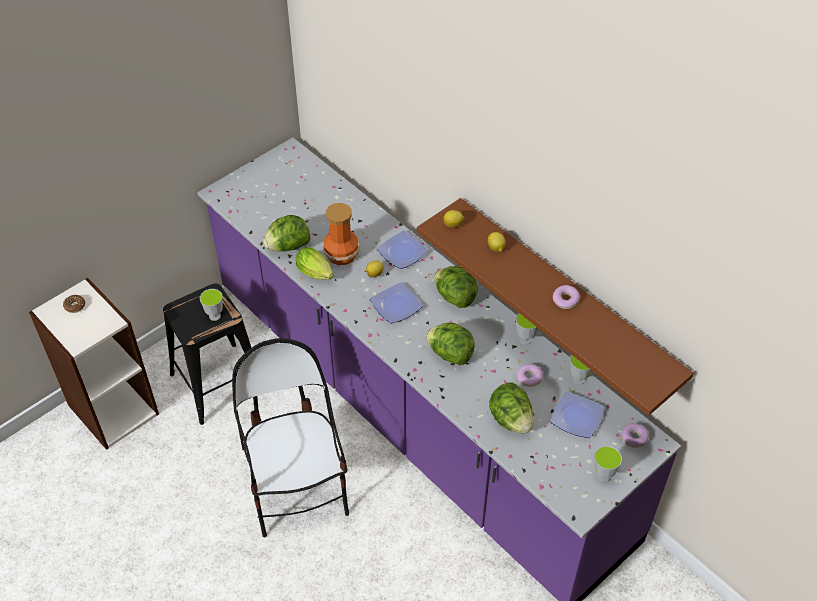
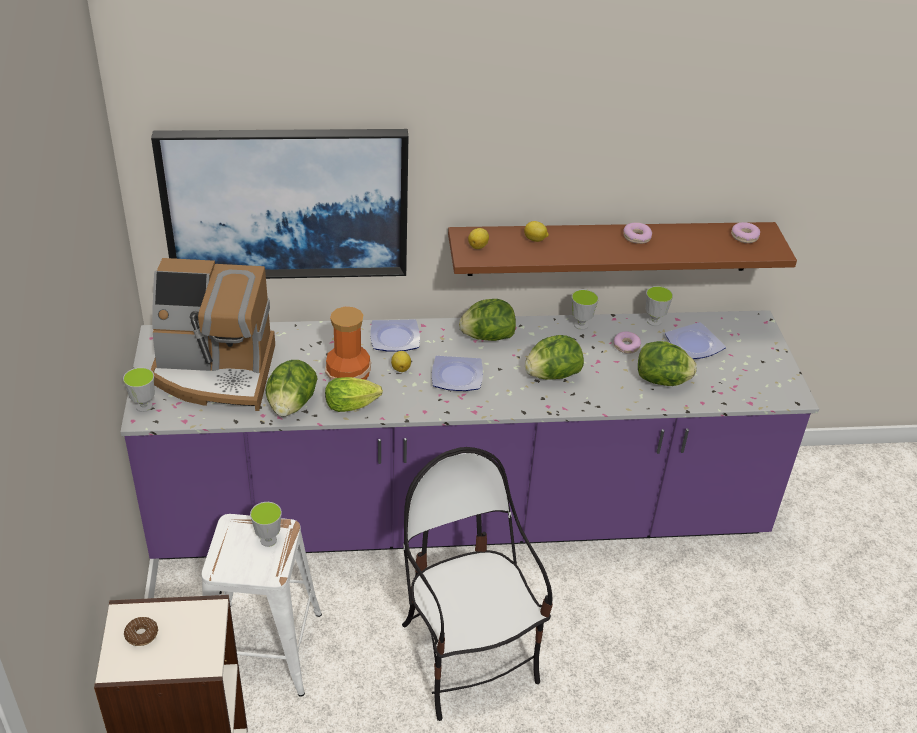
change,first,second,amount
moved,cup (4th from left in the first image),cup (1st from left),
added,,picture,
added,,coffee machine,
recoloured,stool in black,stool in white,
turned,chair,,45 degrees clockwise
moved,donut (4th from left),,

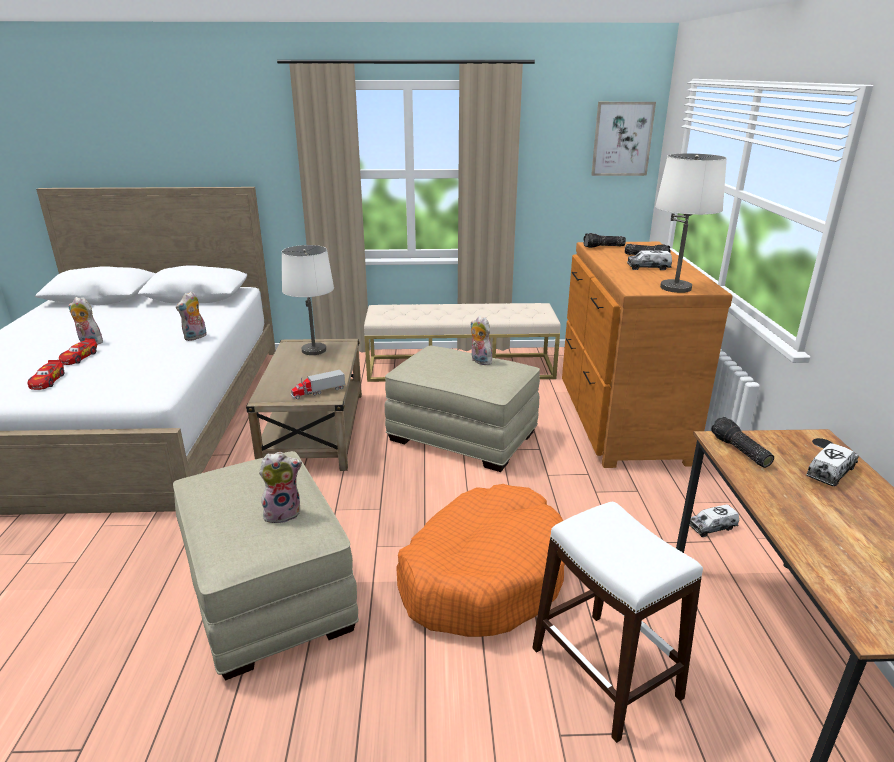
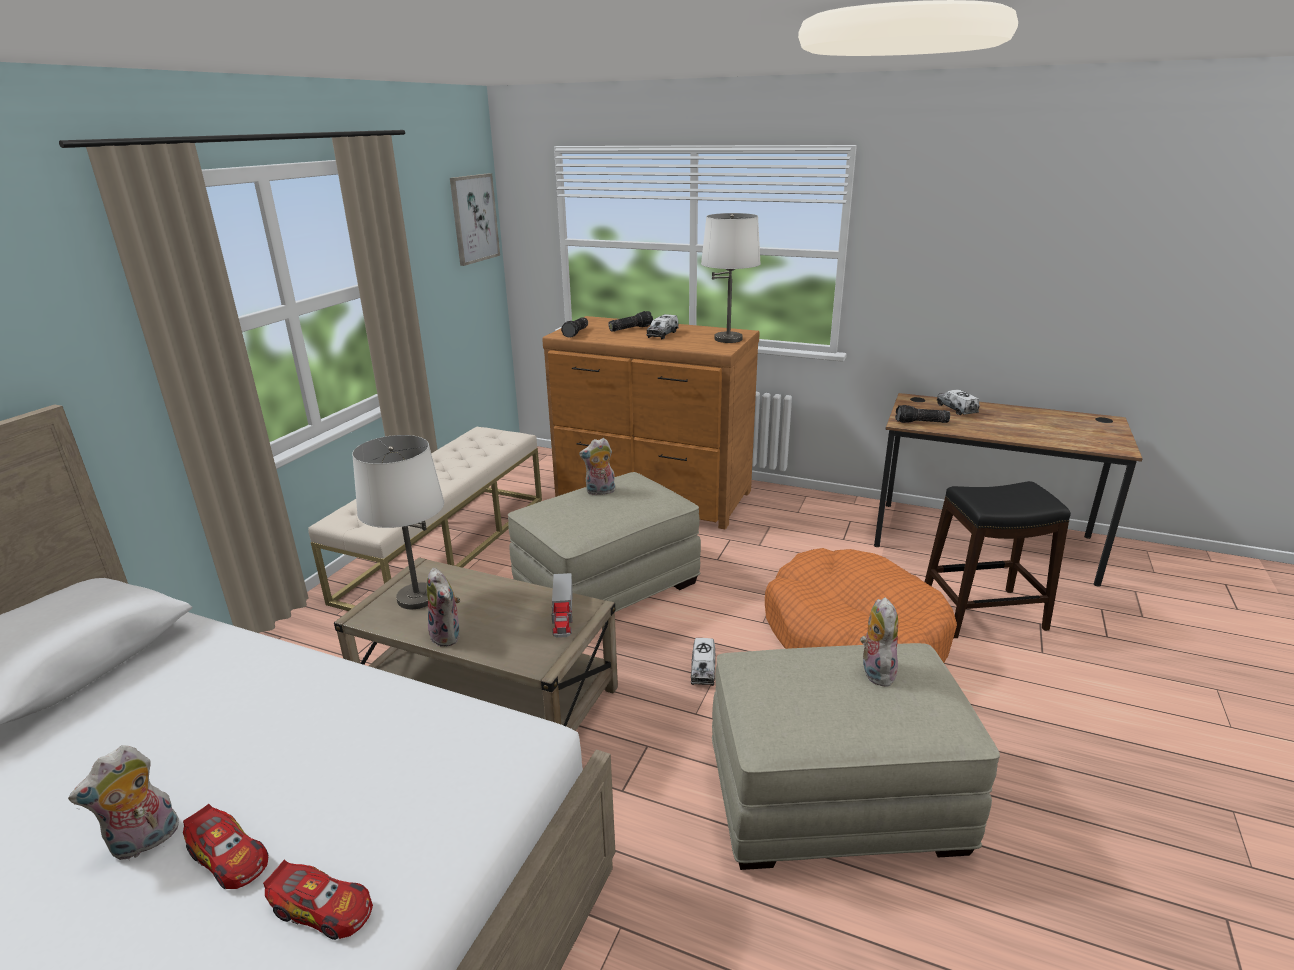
change,first,second,amount
moved,plush toy (2nd from left),,
moved,toy truck (3rd from left),,
recoloured,stool in white,stool in black,

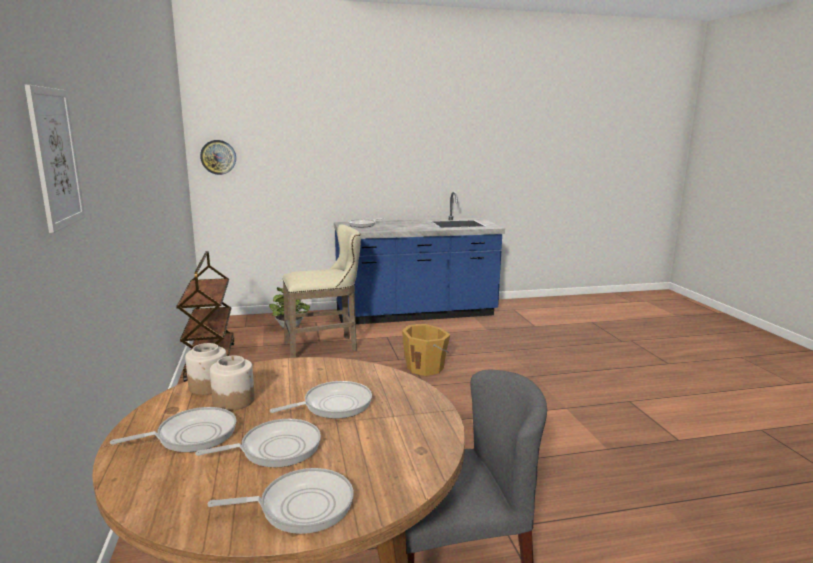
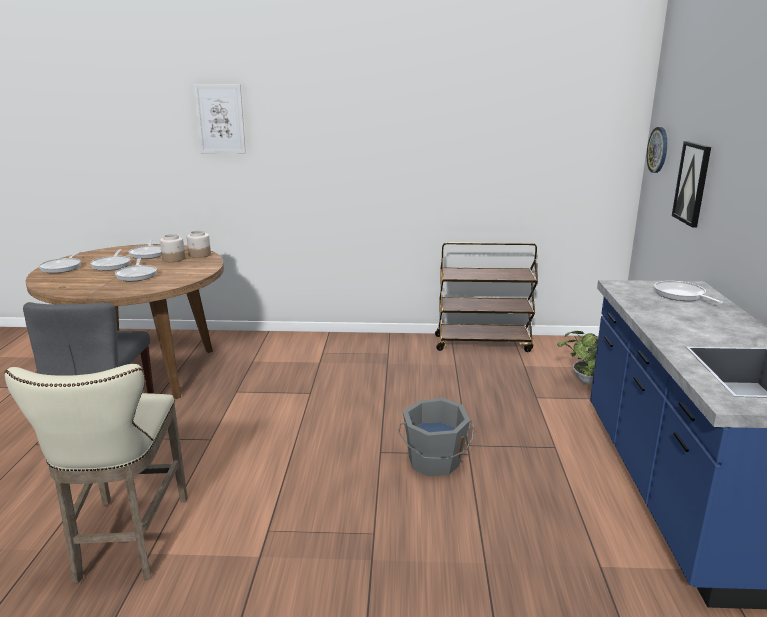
change,first,second,amount
moved,stool in beige,,
recoloured,bucket in orange,bucket in grey,
added,,picture (2nd from left),

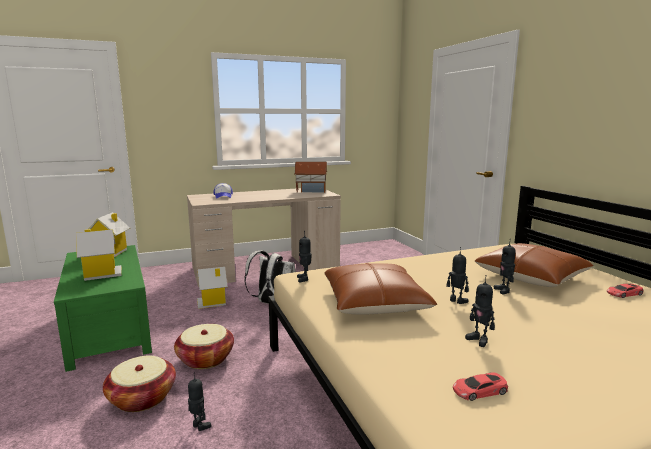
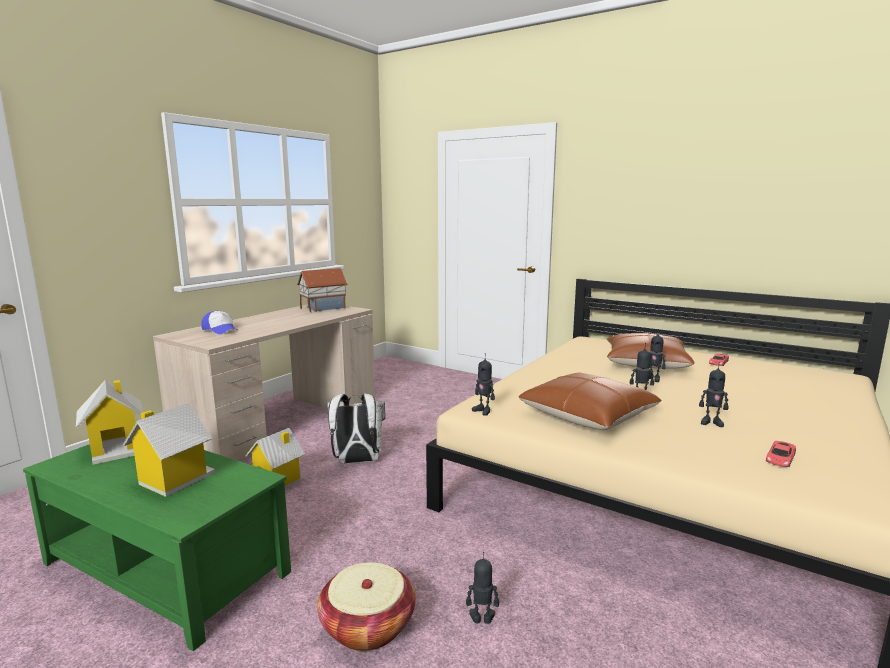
change,first,second,amount
removed,basket (2nd from left),,

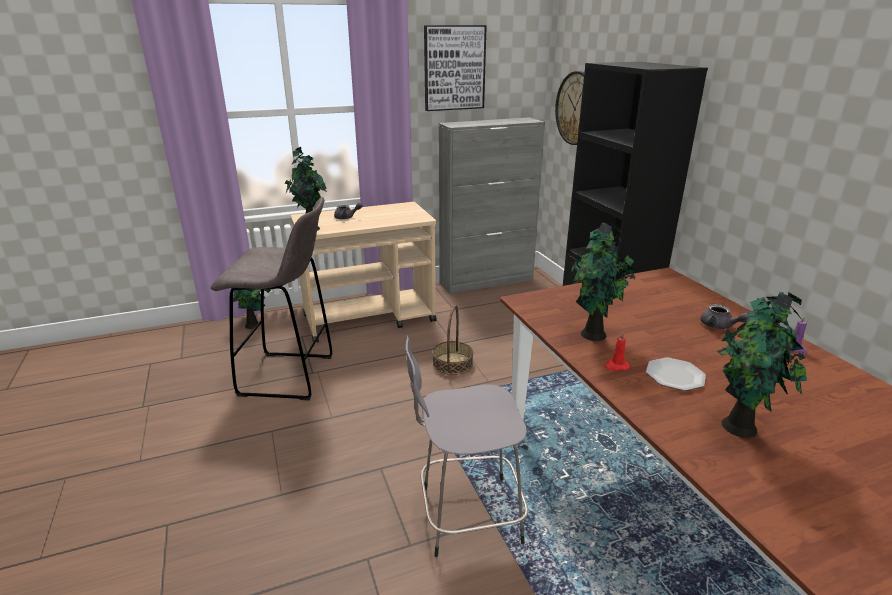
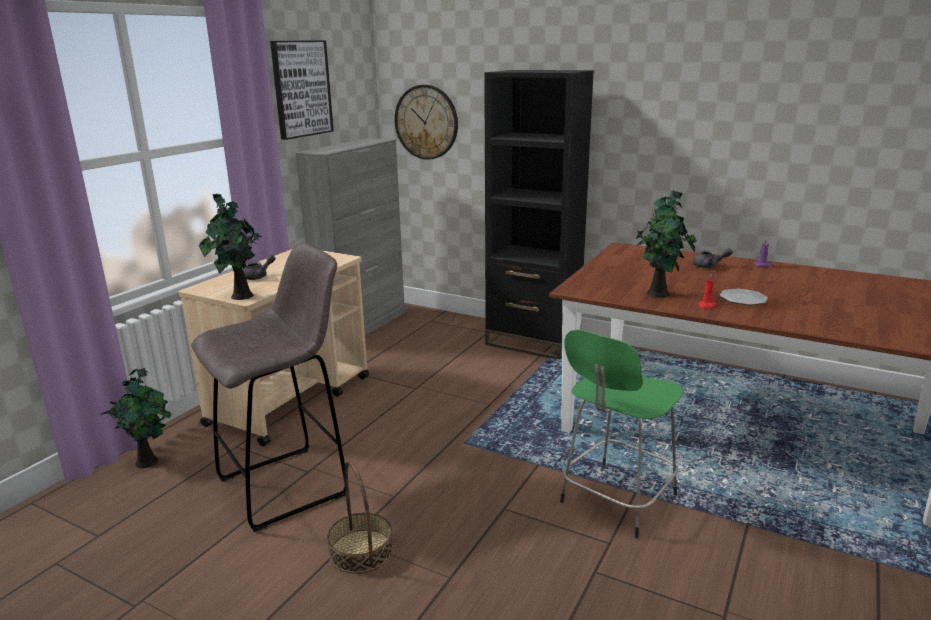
change,first,second,amount
moved,basket,,
recoloured,stool in grey (2nd from left),stool in green,
removed,potted plant (4th from left),,

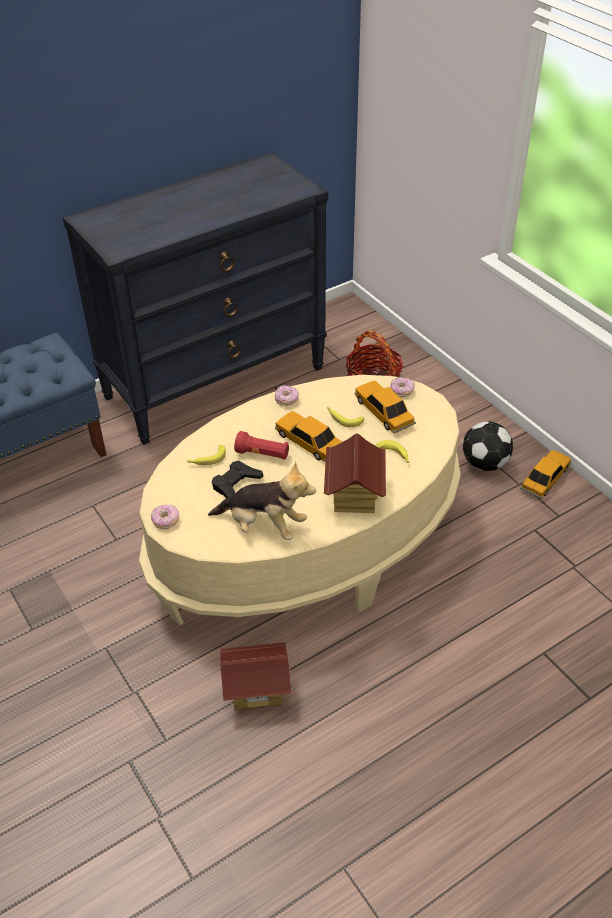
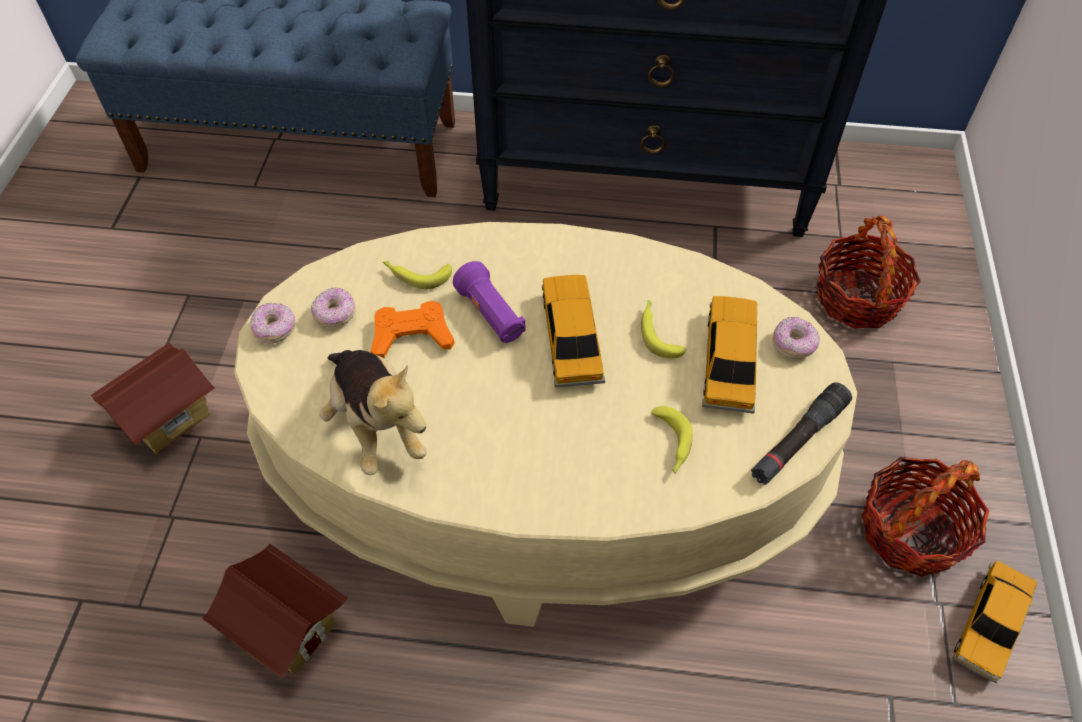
change,first,second,amount
moved,toy house (2nd from left in the first image),toy house (1st from left),
moved,donut (2nd from left),,
recoloured,game controller in black,game controller in orange,
recoloured,flashlight in red,flashlight in purple,
added,,flashlight in black,
replaced,football,basket (2nd from left),
turned,toy car (3rd from left),,135 degrees clockwise

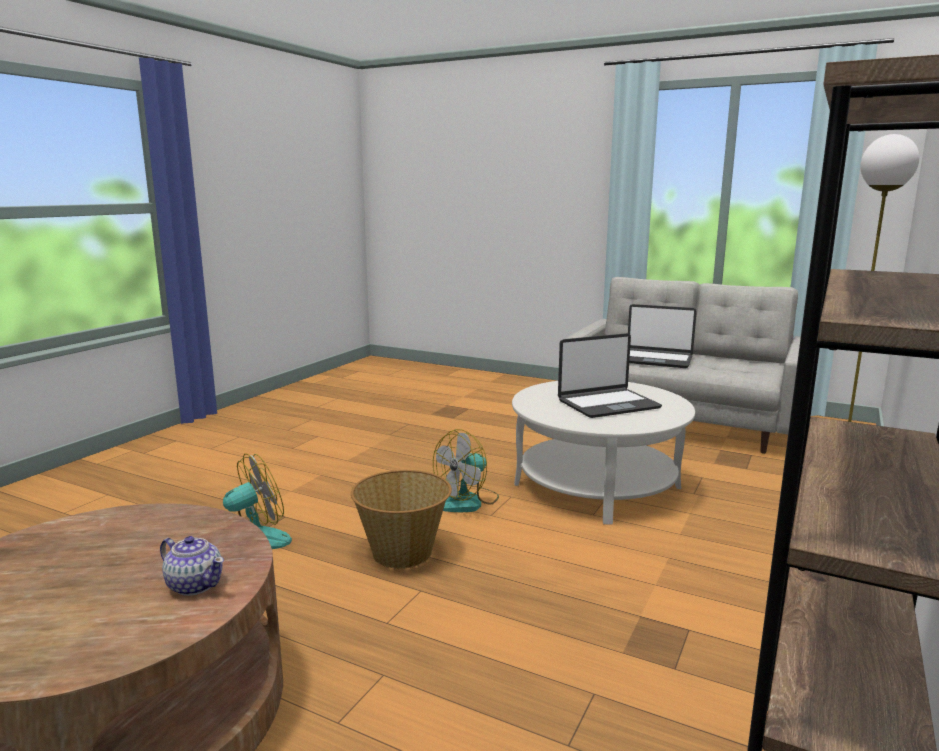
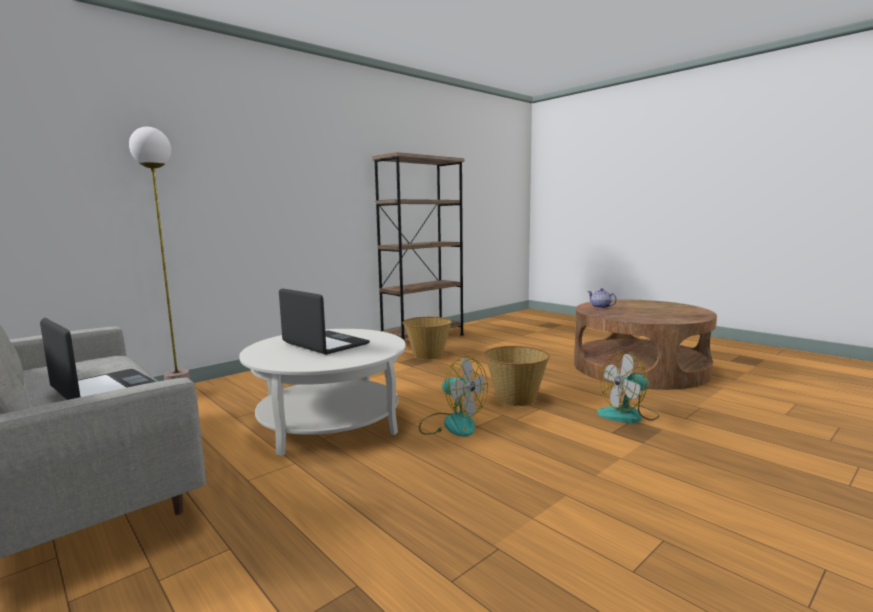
change,first,second,amount
turned,laptop (1st from left in the first image),laptop (2nd from left),45 degrees clockwise
added,,basket (1st from left),
turned,fan (2nd from left in the first image),fan (1st from left),60 degrees clockwise

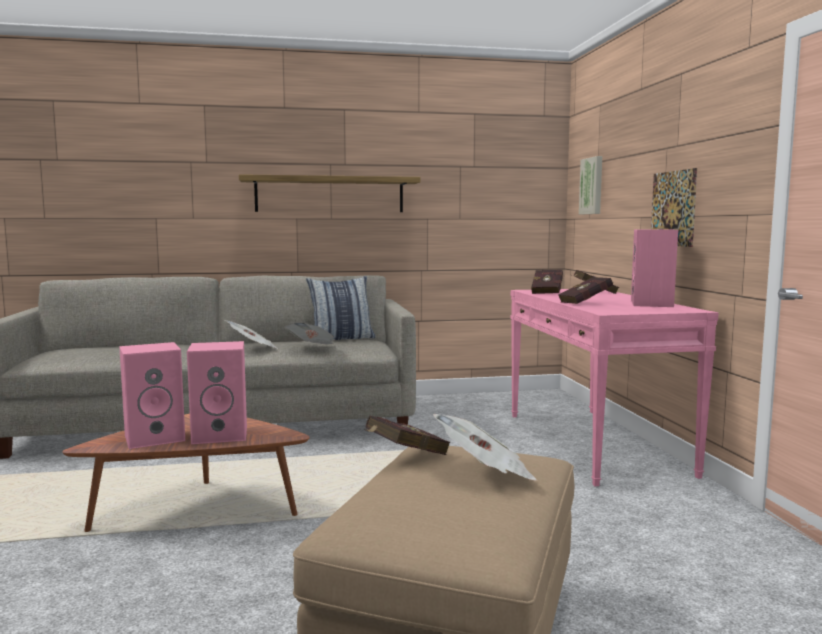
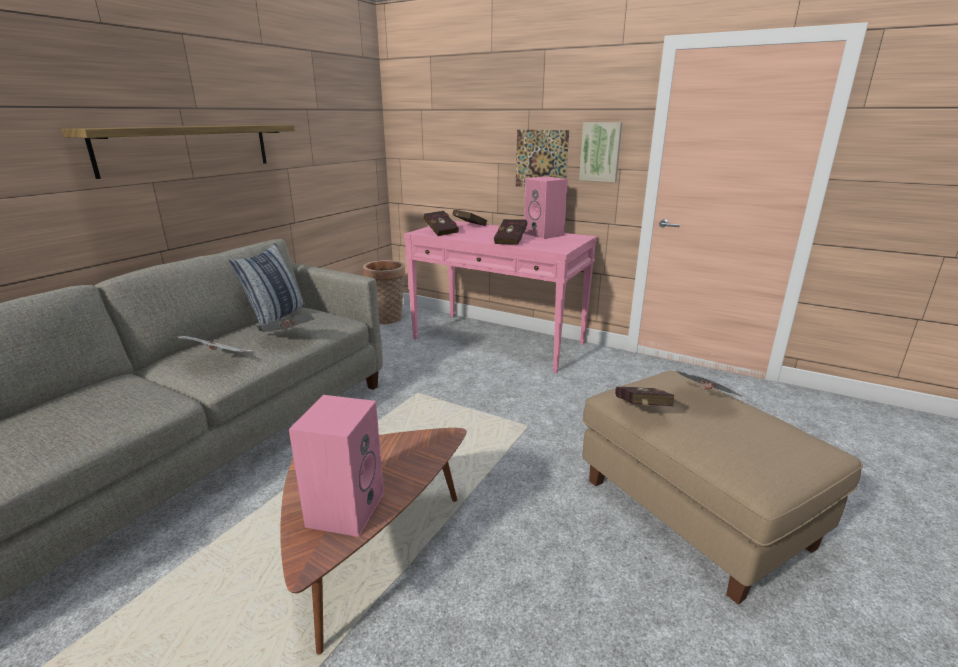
change,first,second,amount
added,,basket,
moved,picture (1st from left in the first image),picture (2nd from left),
removed,speaker in pink (2nd from left),,

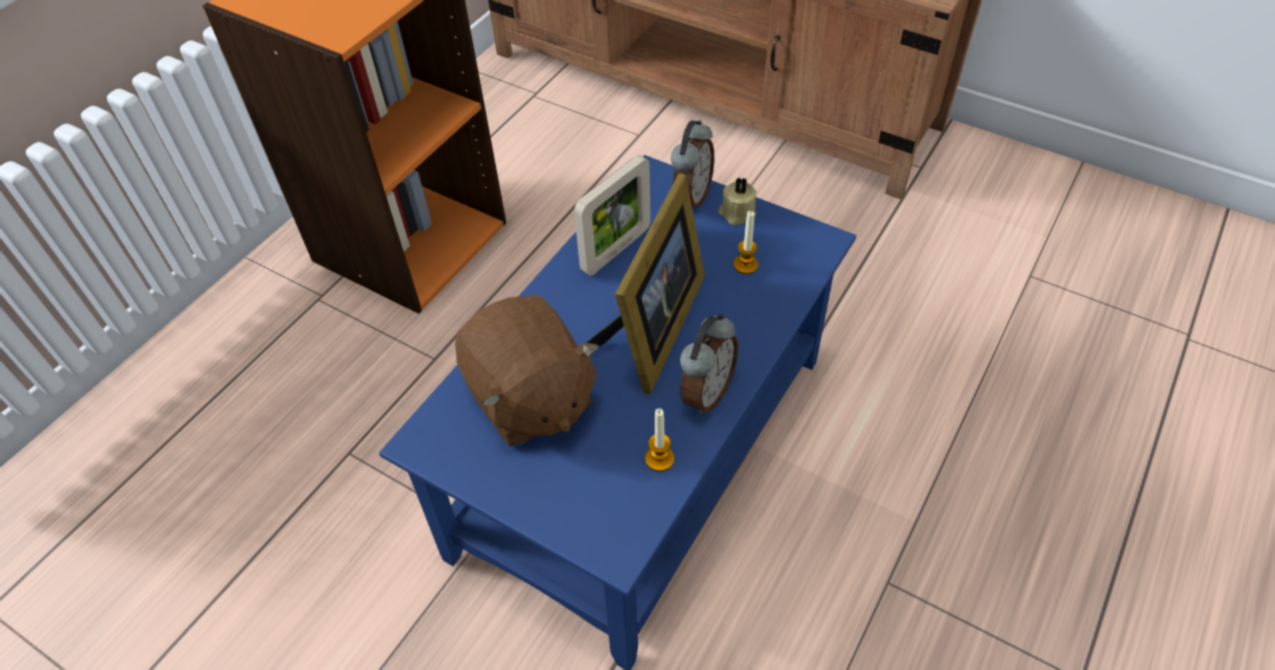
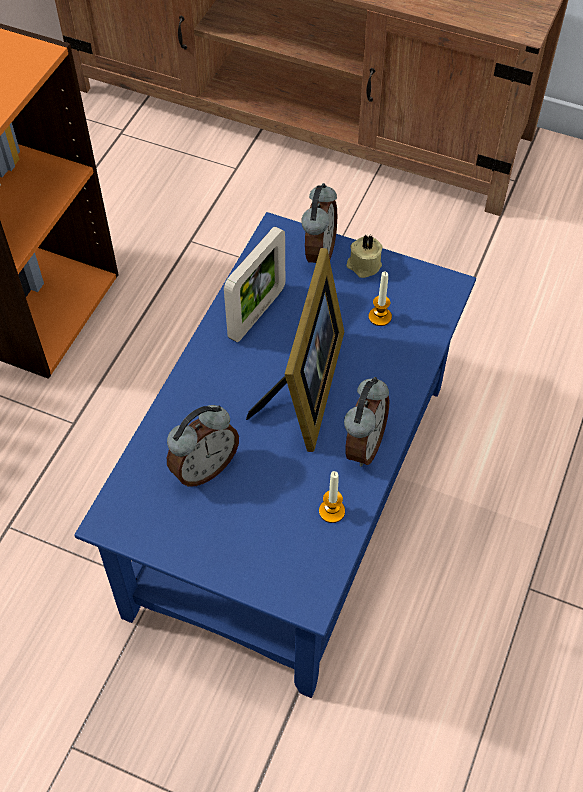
change,first,second,amount
replaced,plush toy in brown,alarm clock (1st from left),

